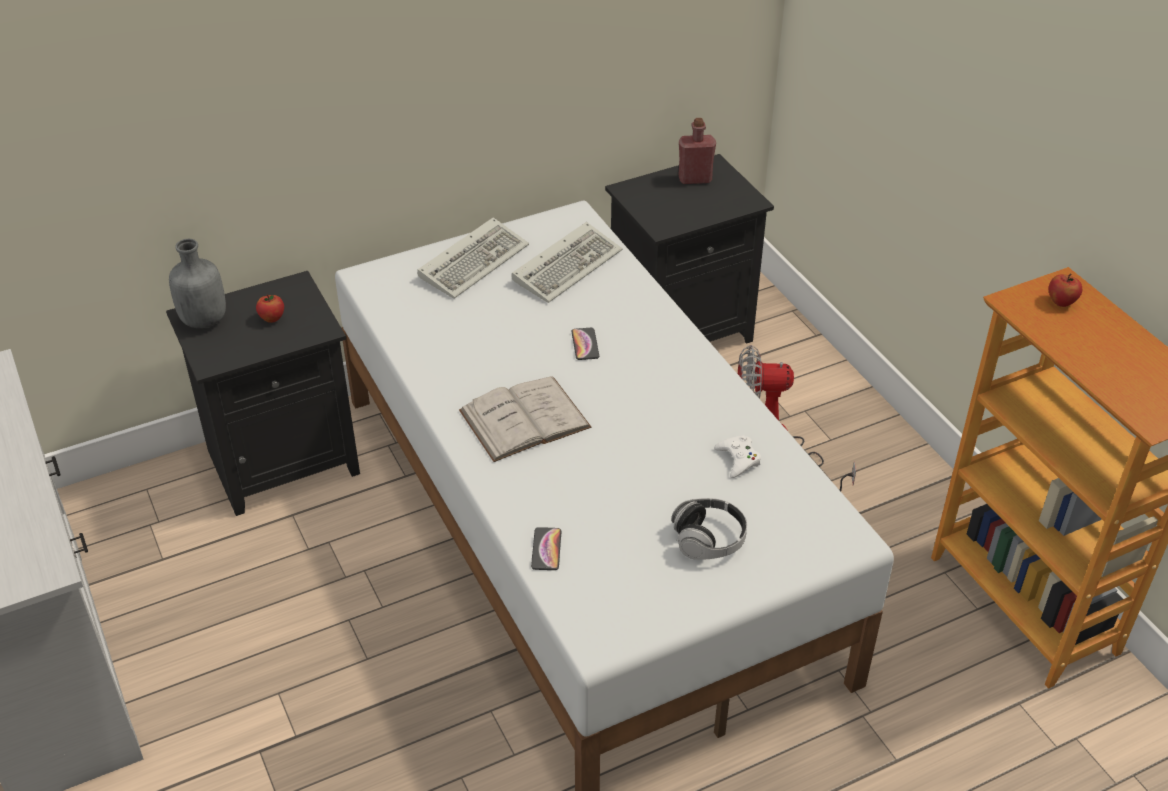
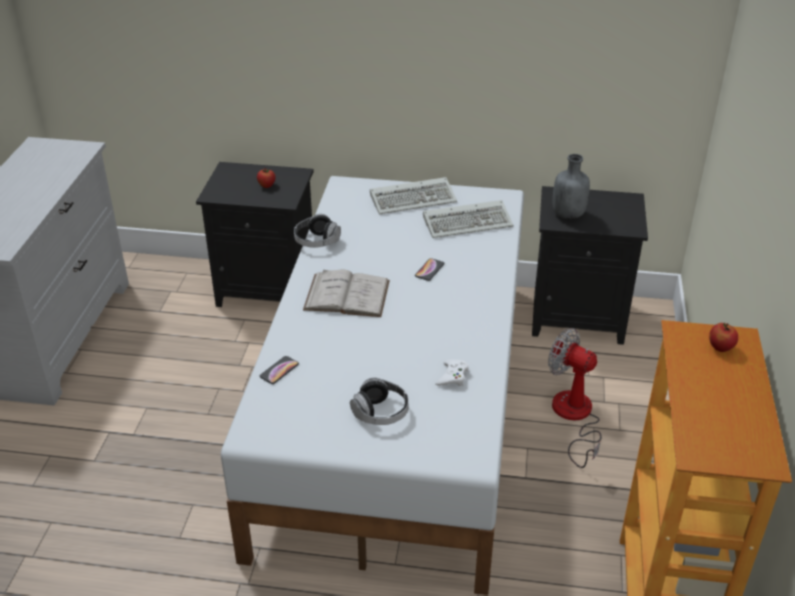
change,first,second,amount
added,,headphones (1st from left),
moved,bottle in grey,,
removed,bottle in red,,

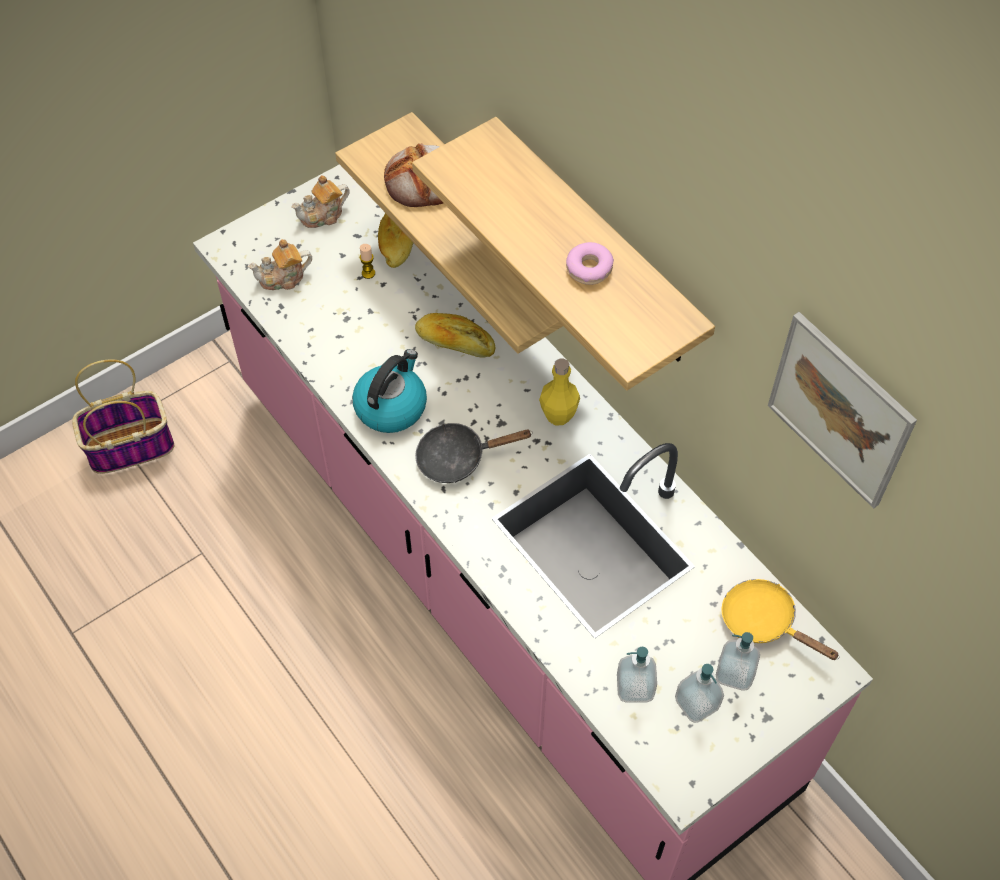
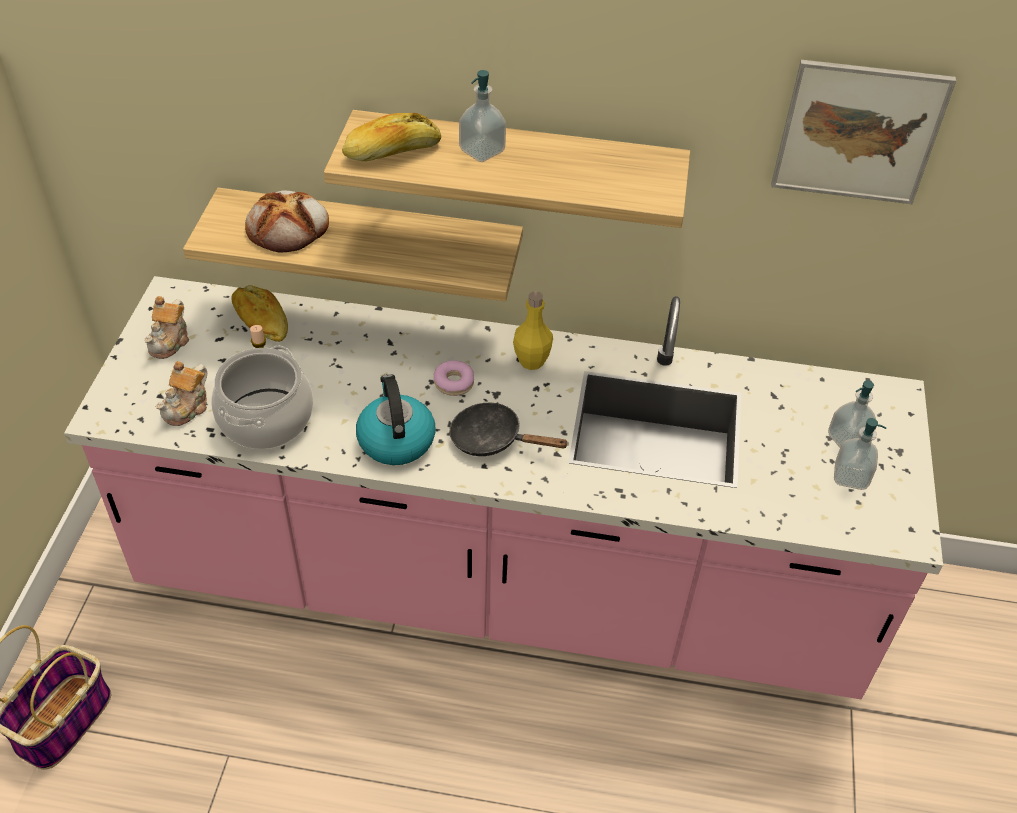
change,first,second,amount
added,,cooking pot,
moved,bread (3rd from left),,
moved,donut,,
turned,frying pan in black,,75 degrees clockwise
moved,soap dispenser (1st from left),,
removed,frying pan in yellow,,

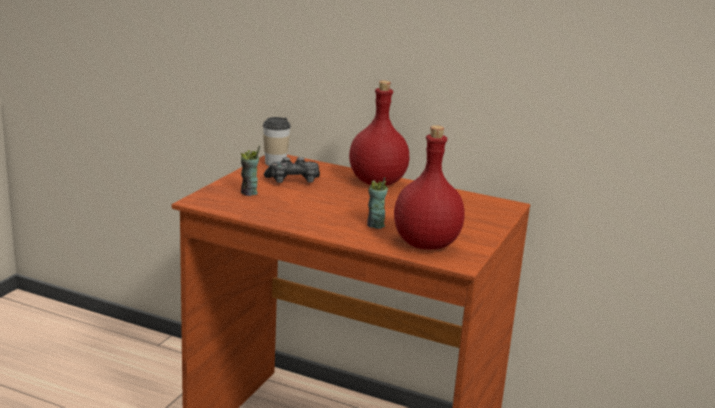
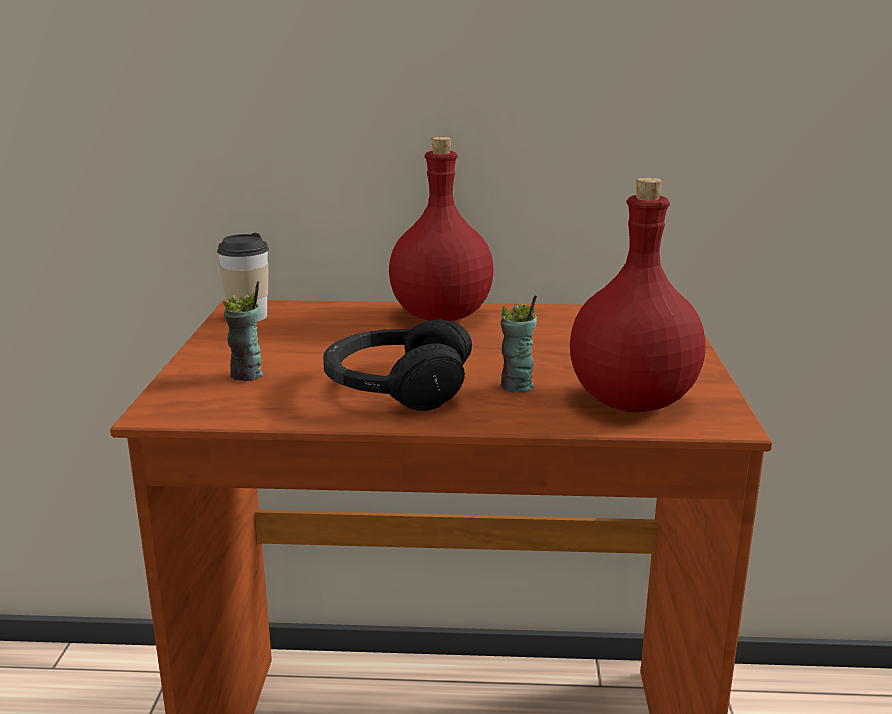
change,first,second,amount
added,,headphones in black,
removed,game controller,,

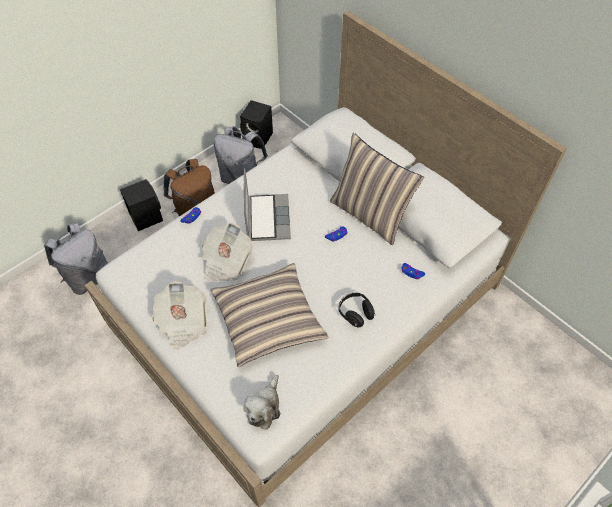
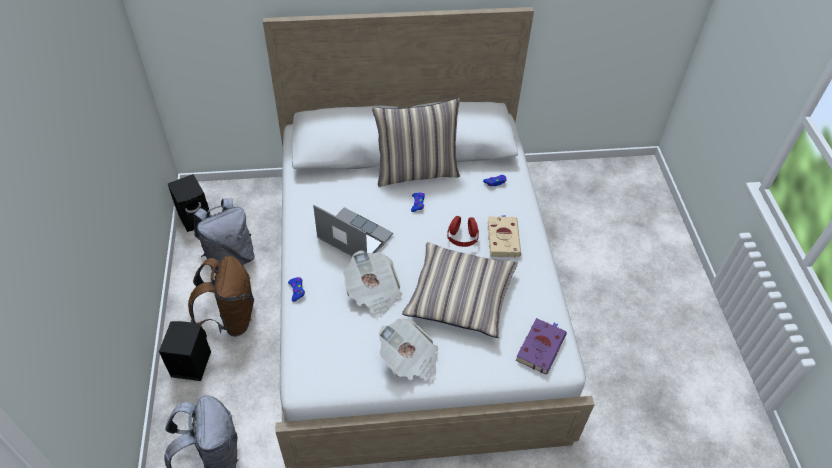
change,first,second,amount
added,,headphones in red,
replaced,headphones in black,book in beige,
replaced,plush toy,book in purple,

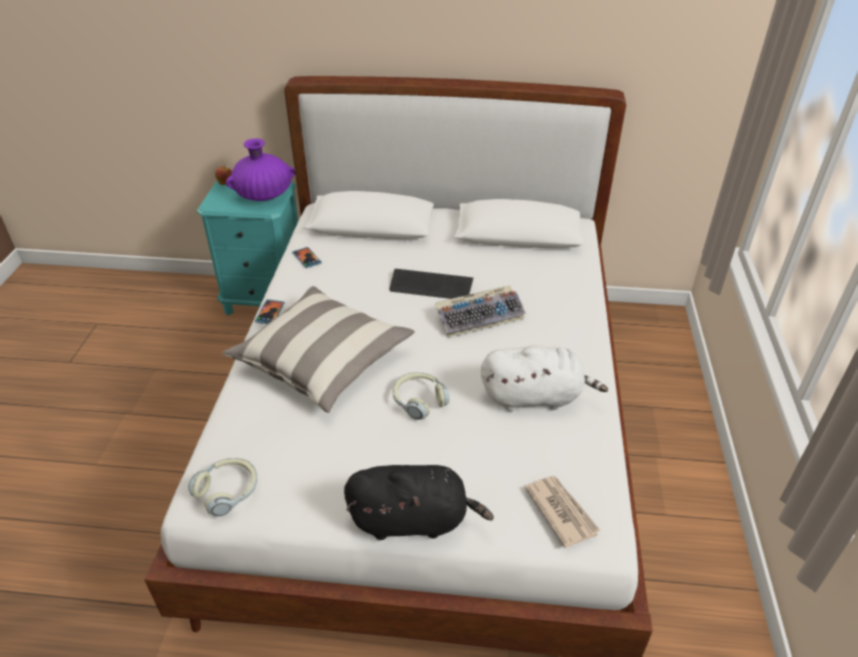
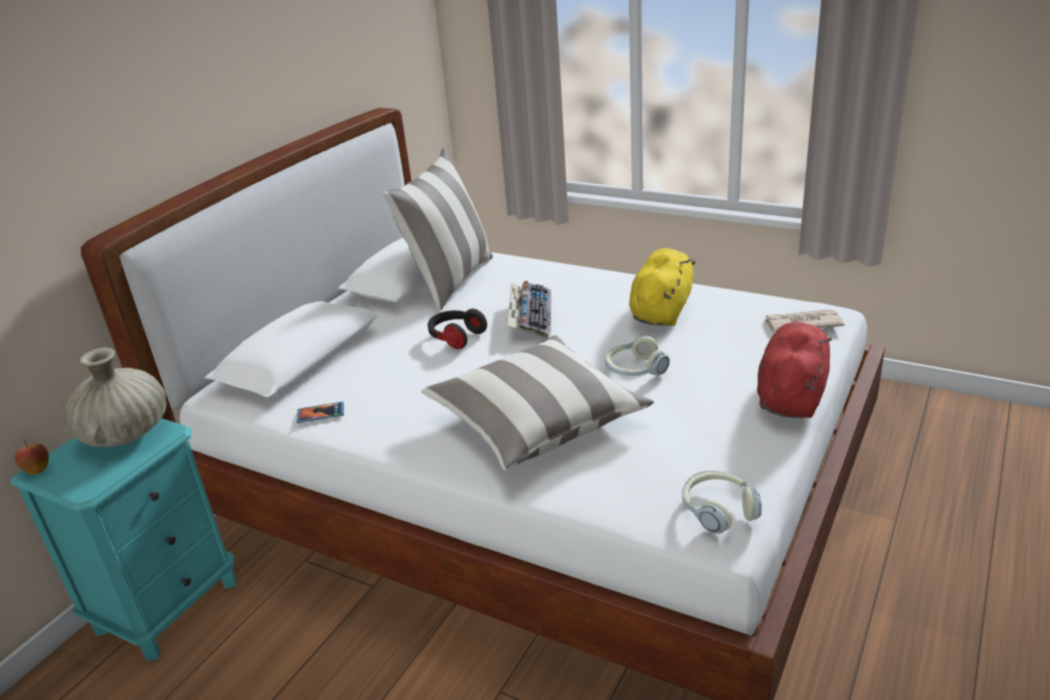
change,first,second,amount
recoloured,vase in purple,vase in beige,
added,,pillow (1st from left),
replaced,keyboard (1st from left),headphones (1st from left),
recoloured,plush toy in white,plush toy in yellow,
recoloured,plush toy in black,plush toy in red,
removed,phone (1st from left),,

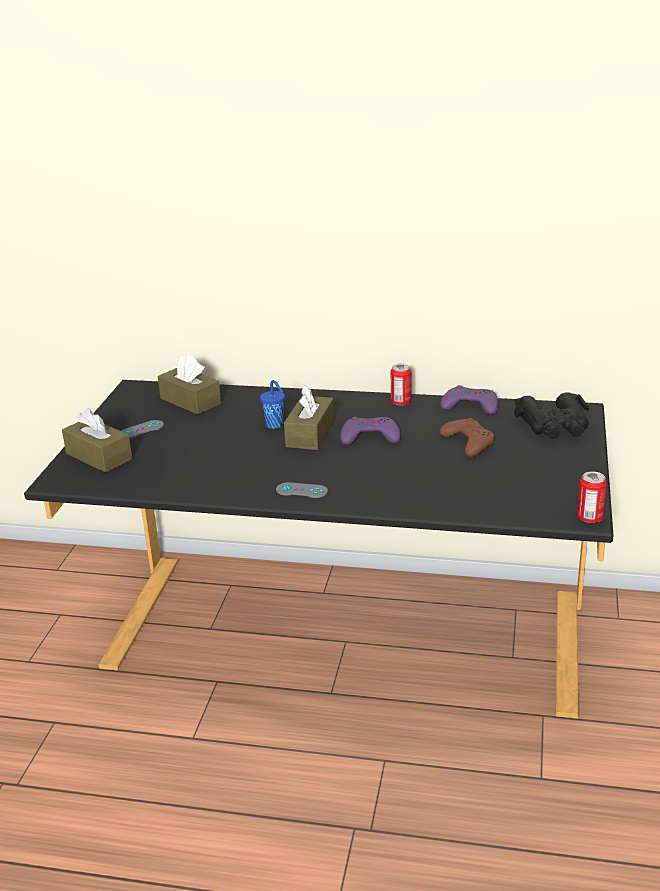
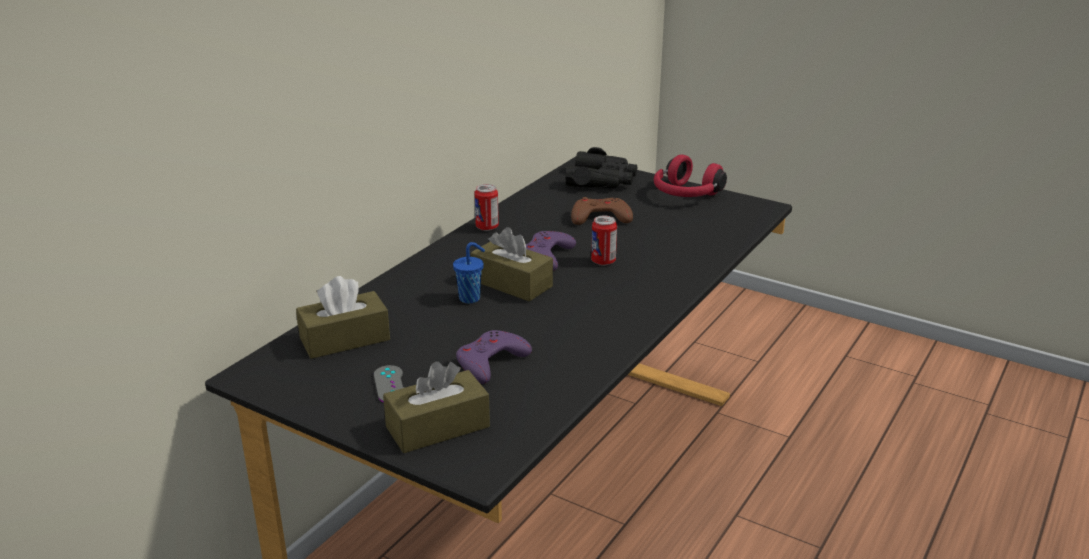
change,first,second,amount
moved,game controller in purple (2nd from left in the first image),game controller in purple (1st from left),
moved,can (2nd from left),,
added,,headphones in red,
removed,game controller in grey (2nd from left),,

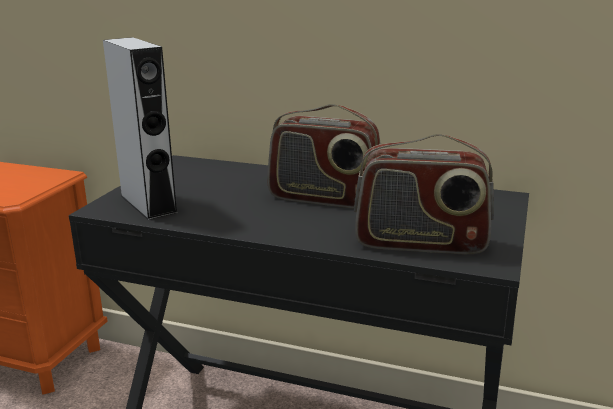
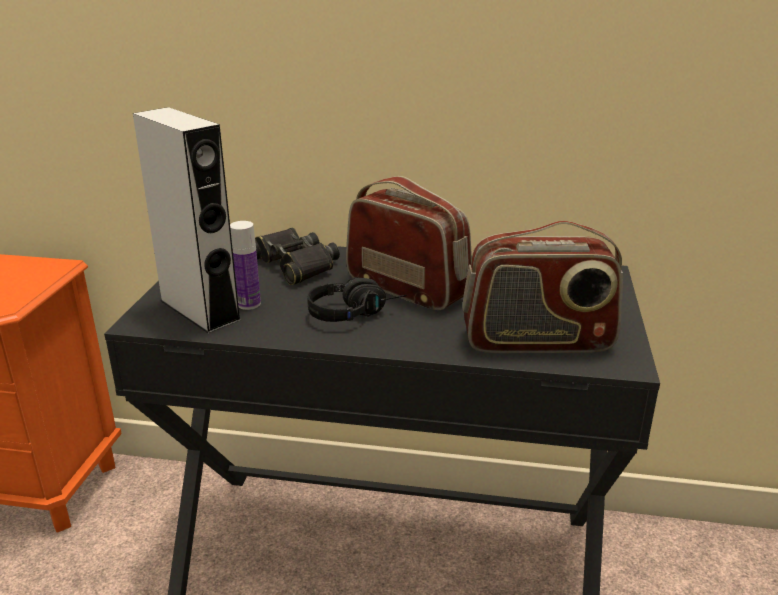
change,first,second,amount
added,,bottle,
added,,binoculars in black,
added,,headphones in black,
turned,radio (1st from left),,150 degrees counterclockwise

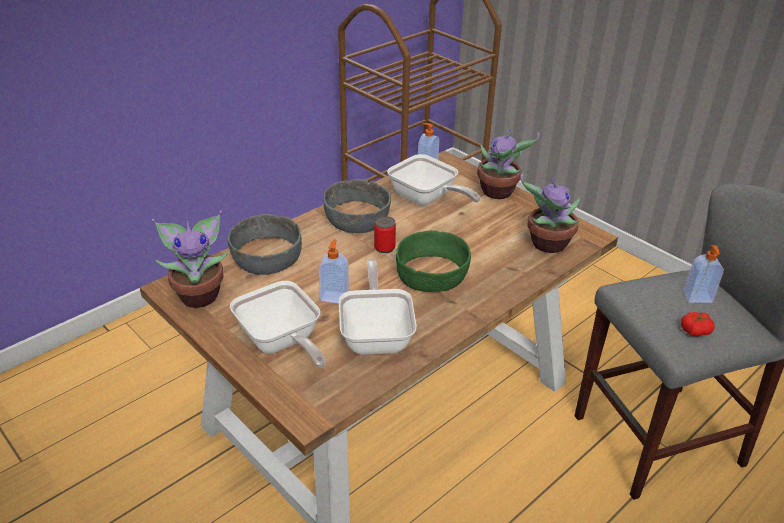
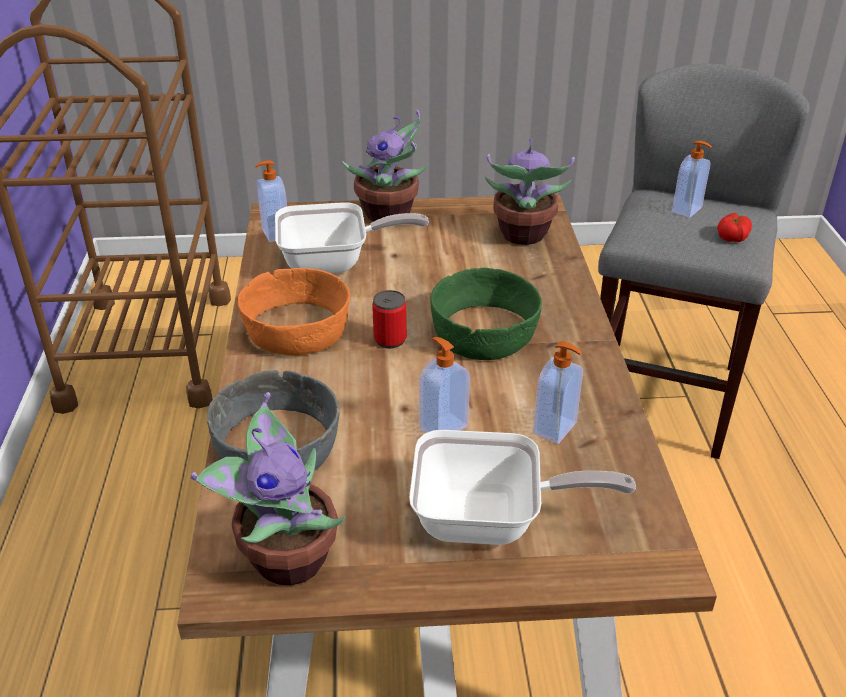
change,first,second,amount
recoloured,bowl in grey (2nd from left),bowl in orange,
replaced,frying pan (2nd from left),soap dispenser (3rd from left),

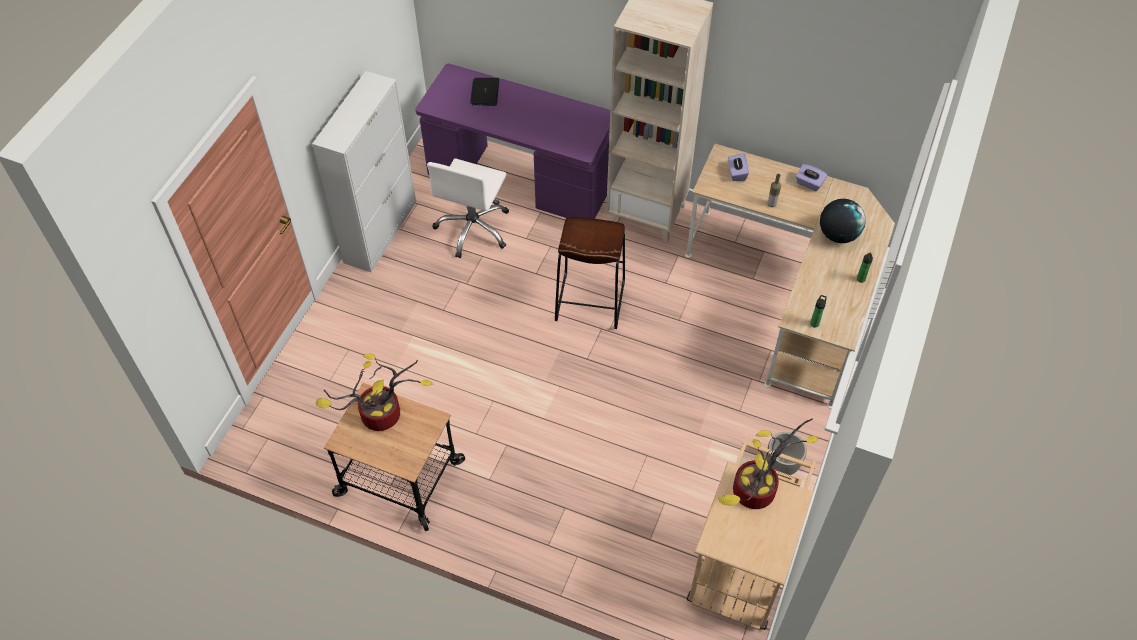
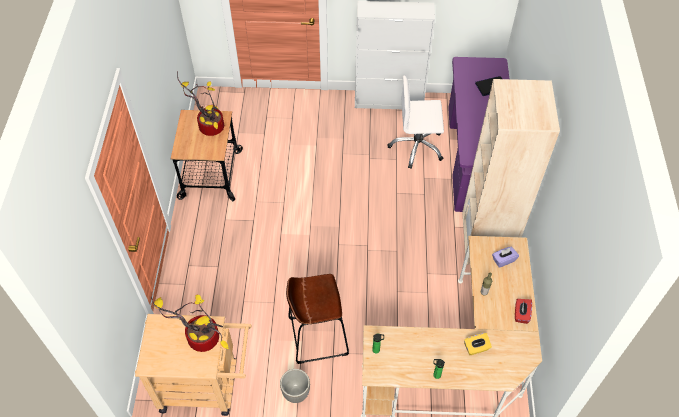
change,first,second,amount
moved,stool in brown,,
replaced,globe,tissue box in yellow,
recoloured,tissue box in purple (2nd from left),tissue box in red,

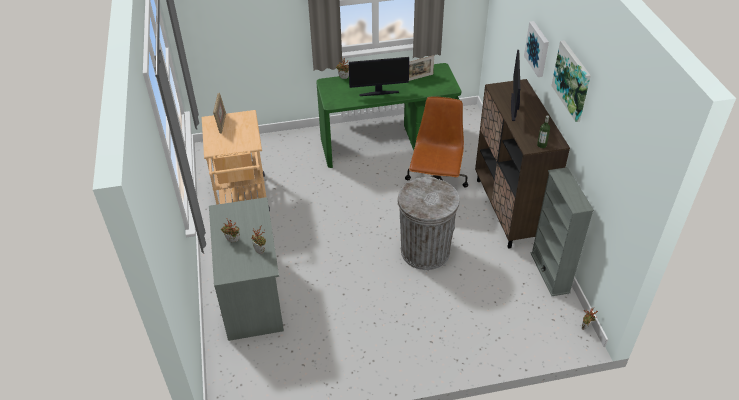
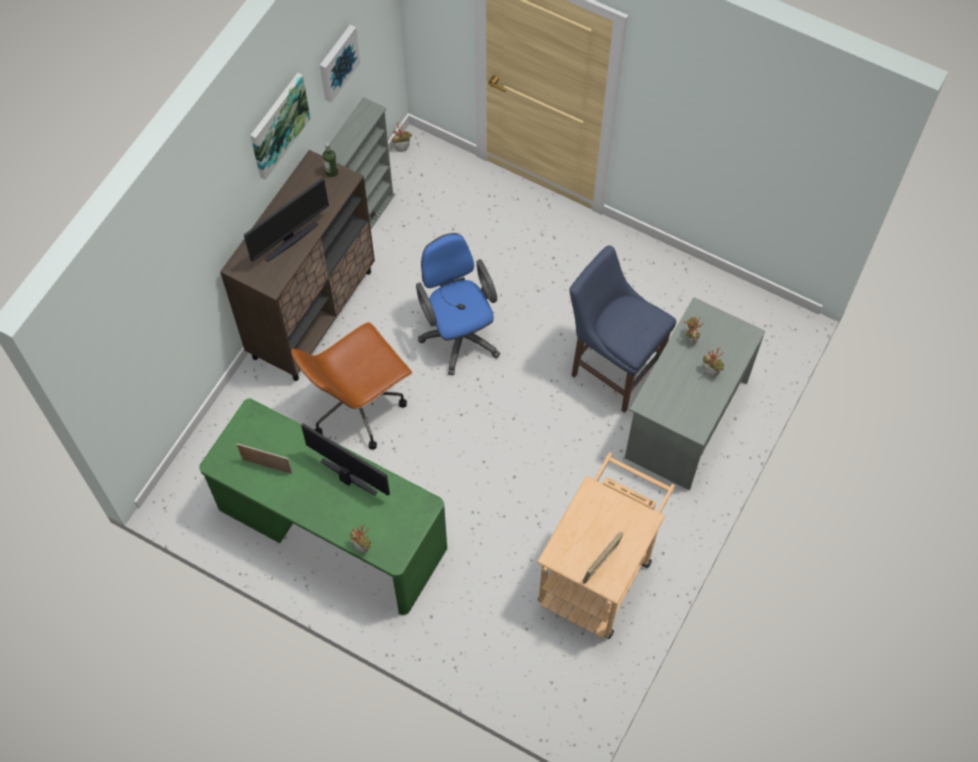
change,first,second,amount
moved,picture (1st from left in the first image),picture (2nd from left),
replaced,trash can in grey,office chair in blue,
added,,stool in blue,

